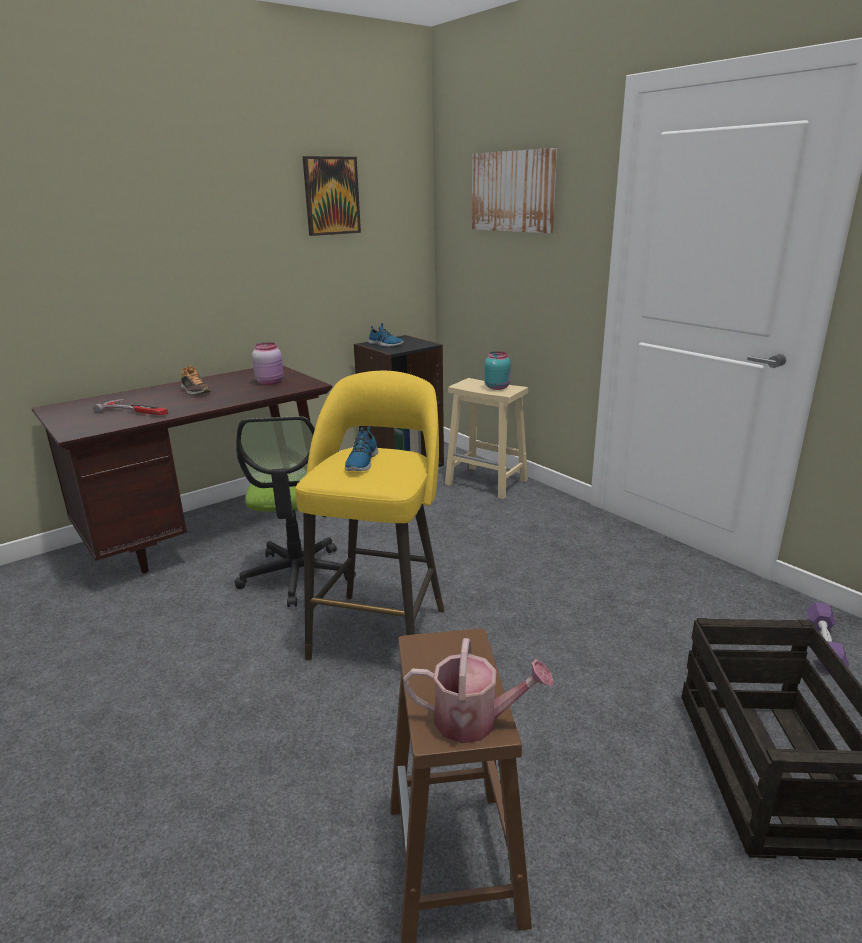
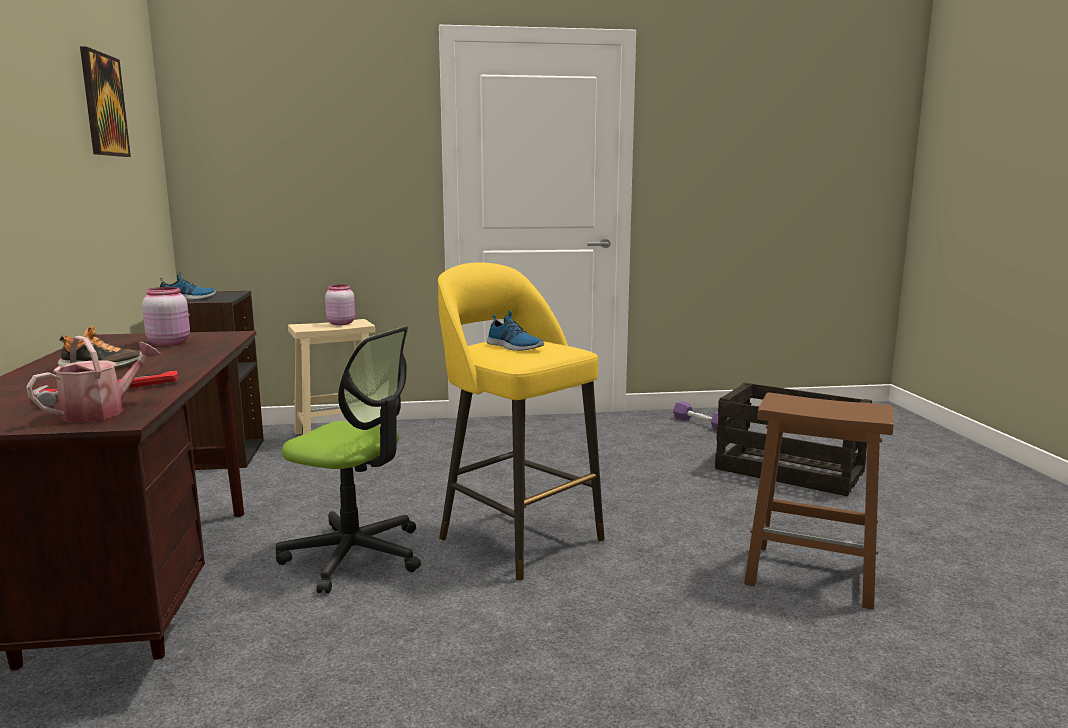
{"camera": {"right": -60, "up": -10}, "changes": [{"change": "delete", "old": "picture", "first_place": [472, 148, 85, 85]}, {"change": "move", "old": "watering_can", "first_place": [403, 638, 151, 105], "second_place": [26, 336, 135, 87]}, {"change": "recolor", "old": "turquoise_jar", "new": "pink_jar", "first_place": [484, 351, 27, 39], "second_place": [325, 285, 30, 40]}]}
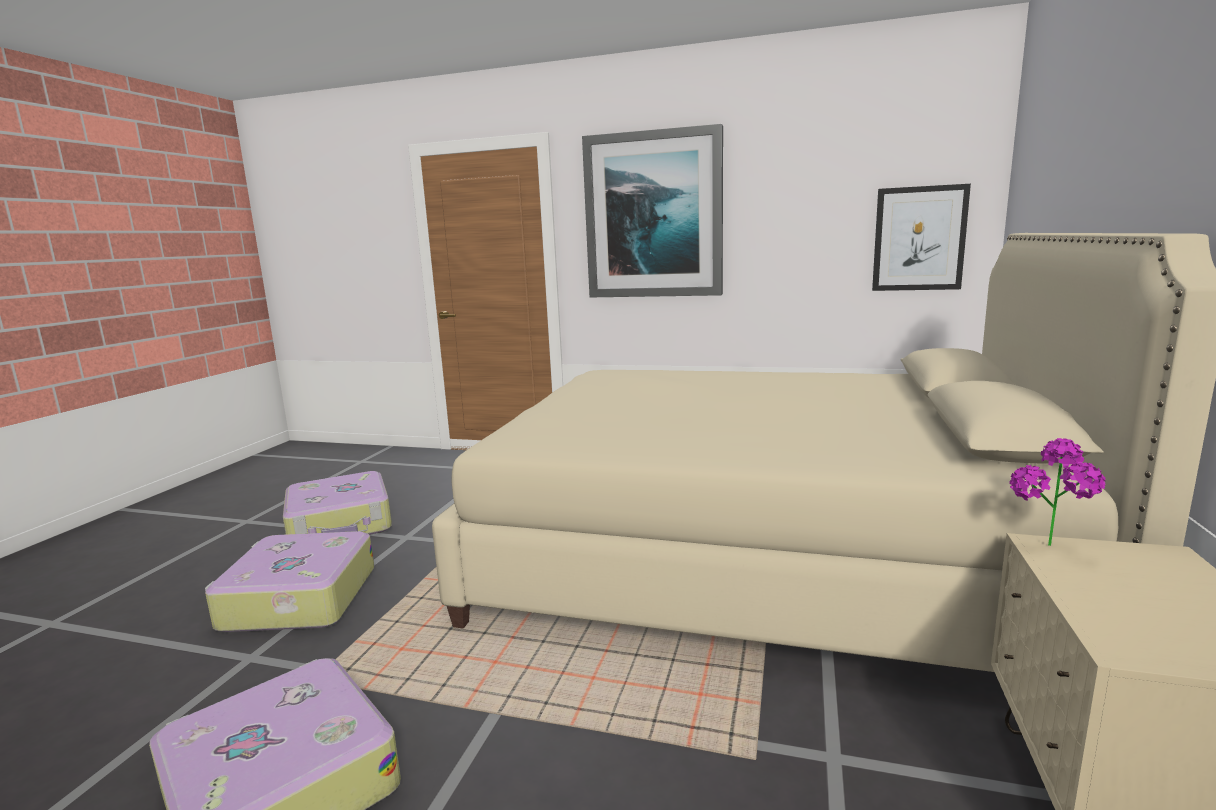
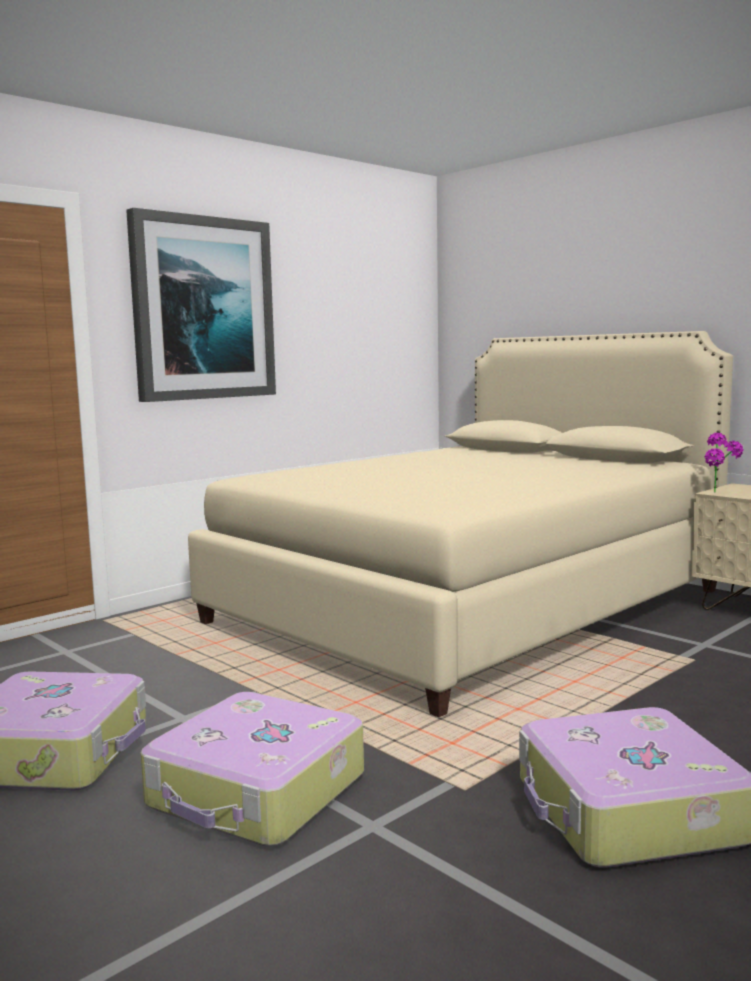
{"camera": {"right": -60, "up": -5}, "changes": [{"change": "delete", "old": "picture", "first_place": [872, 184, 99, 107]}]}
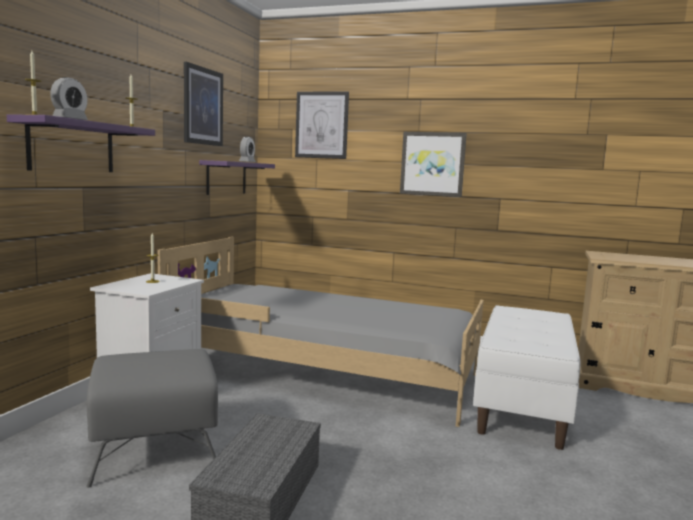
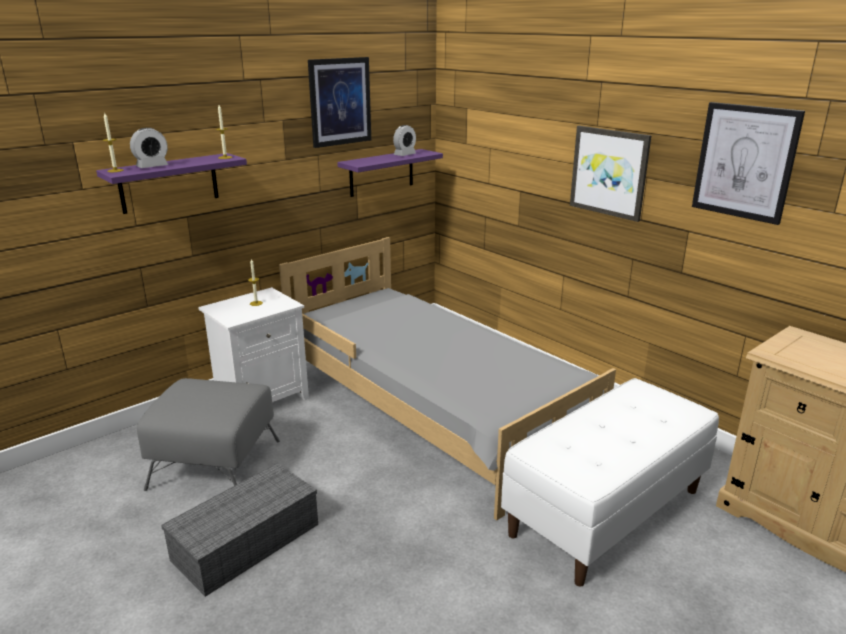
{"camera": {"right": 30, "up": 15}, "changes": [{"change": "move", "old": "picture", "first_place": [295, 91, 54, 68], "second_place": [692, 102, 113, 123]}]}
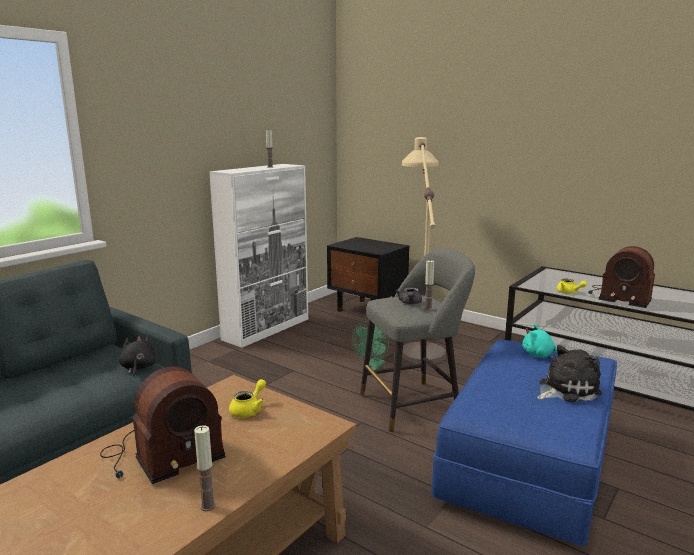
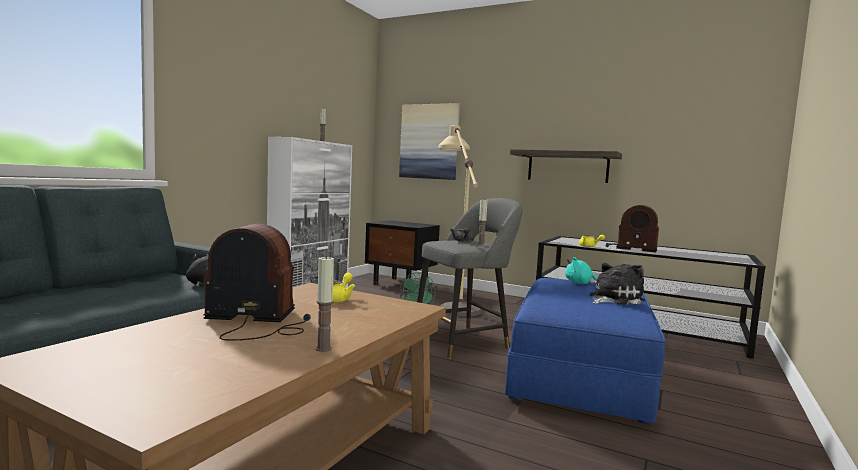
{"camera": {"right": -10, "up": -10}, "changes": [{"change": "insert", "new": "picture", "second_place": [399, 103, 61, 77]}, {"change": "insert", "new": "shelf", "second_place": [510, 149, 112, 34]}, {"change": "rotate", "old": "radio", "first_place": [100, 366, 126, 118], "second_place": [204, 224, 107, 117], "degrees": -135}]}
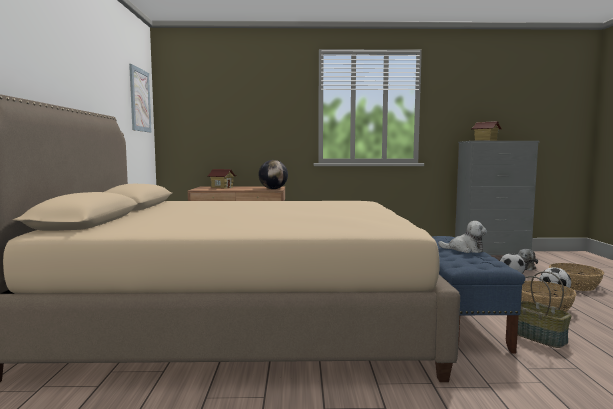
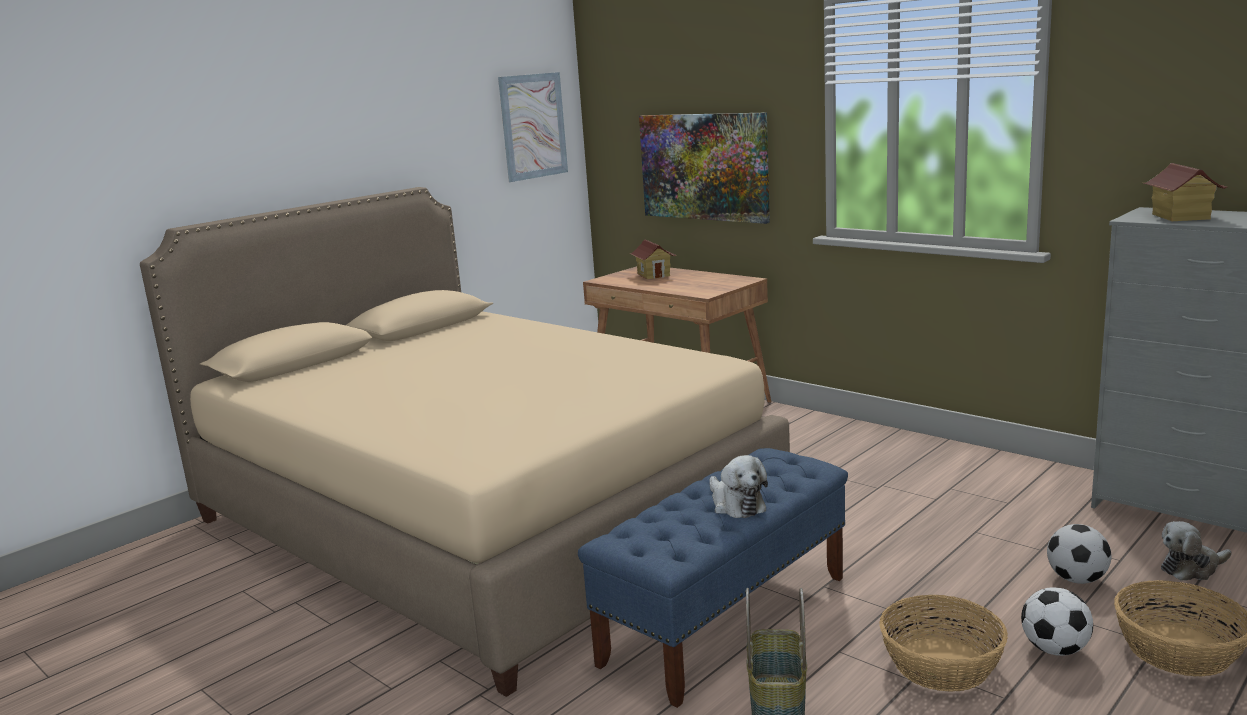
{"camera": {"right": 45, "up": 10}, "changes": [{"change": "delete", "old": "globe", "first_place": [258, 160, 30, 29]}, {"change": "insert", "new": "picture", "second_place": [639, 113, 131, 111]}]}
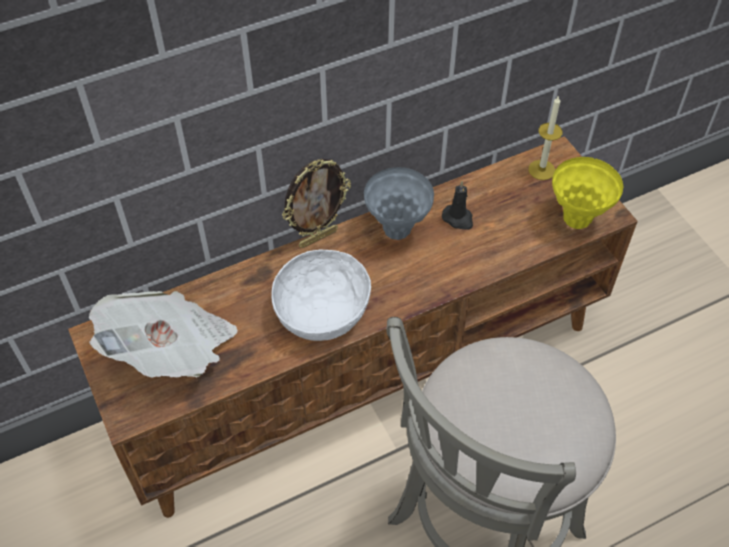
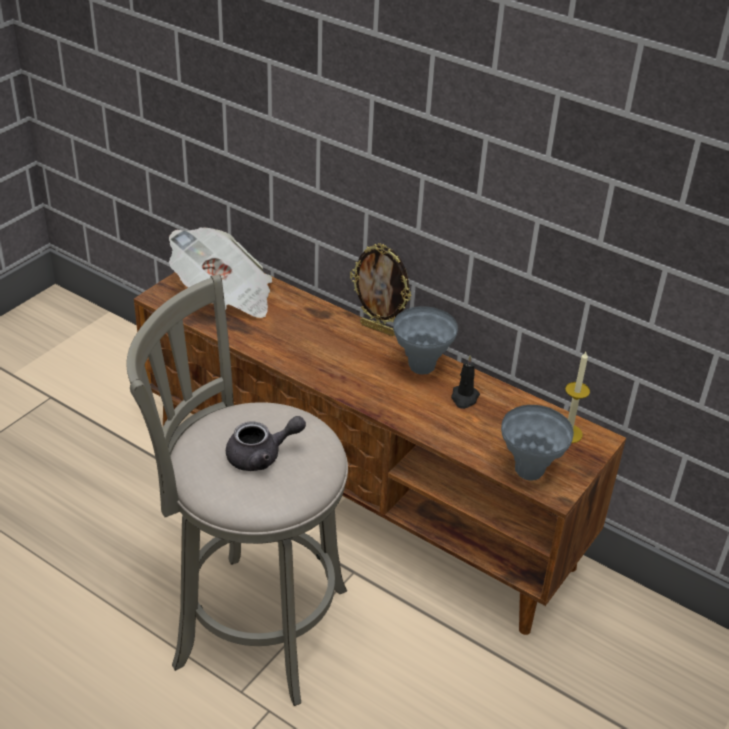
{"camera": {"right": 60, "up": -15}, "changes": [{"change": "delete", "old": "white_bowl", "first_place": [271, 250, 100, 91]}, {"change": "insert", "new": "grey_teapot", "second_place": [226, 416, 80, 55]}, {"change": "recolor", "old": "yellow_vase", "new": "grey_vase", "first_place": [552, 157, 71, 72], "second_place": [501, 405, 73, 76]}]}
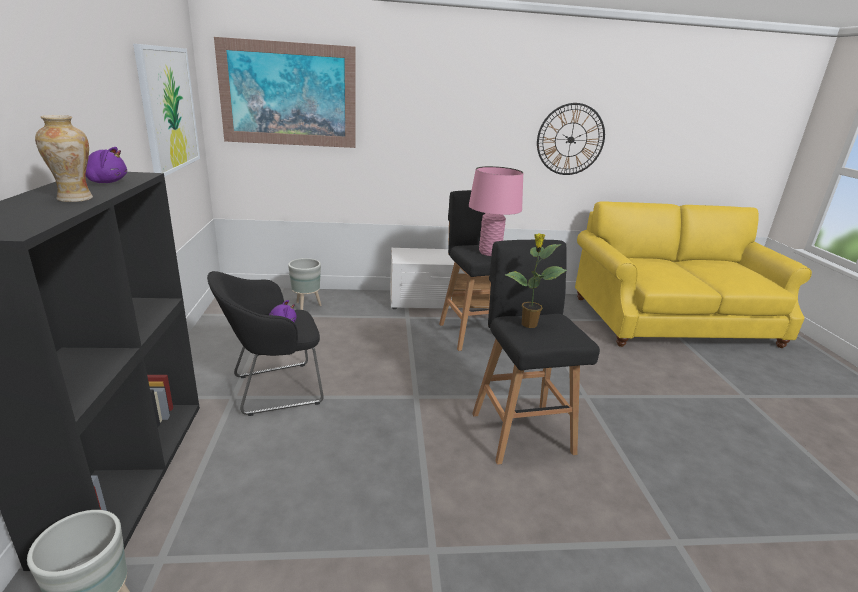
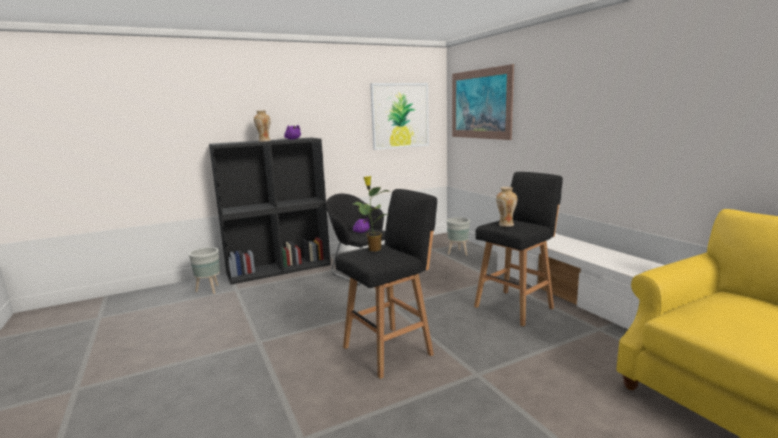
{"camera": {"right": 70, "up": -10}, "changes": [{"change": "delete", "old": "wall_clock", "first_place": [537, 103, 68, 72]}, {"change": "replace", "old": "pink_table_lamp", "new": "vase", "first_place": [469, 166, 54, 90], "second_place": [496, 187, 21, 40]}]}
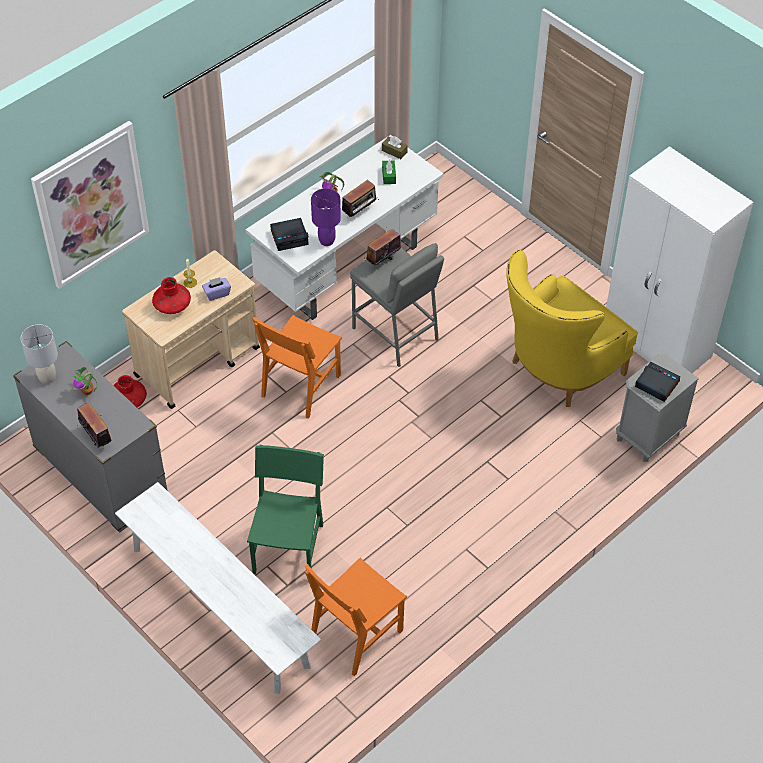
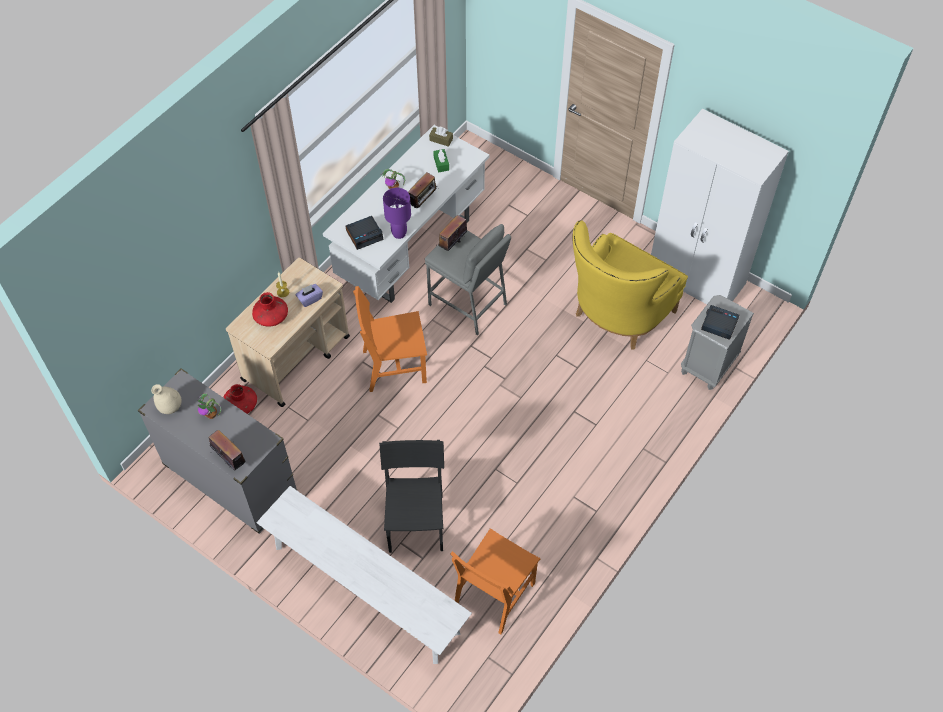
{"camera": {"right": -10, "up": 5}, "changes": [{"change": "delete", "old": "picture", "first_place": [31, 121, 118, 168]}, {"change": "replace", "old": "grey_table_lamp", "new": "beige_vase", "first_place": [21, 324, 37, 60], "second_place": [151, 384, 31, 30]}, {"change": "recolor", "old": "green_chair", "new": "black_chair", "first_place": [247, 445, 77, 137], "second_place": [379, 440, 65, 113]}, {"change": "rotate", "old": "orange_chair", "first_place": [253, 315, 89, 104], "second_place": [353, 286, 74, 106], "degrees": 60}]}
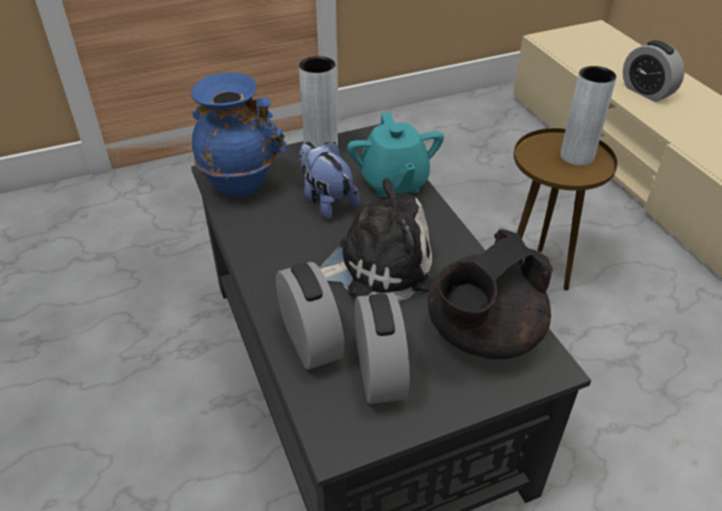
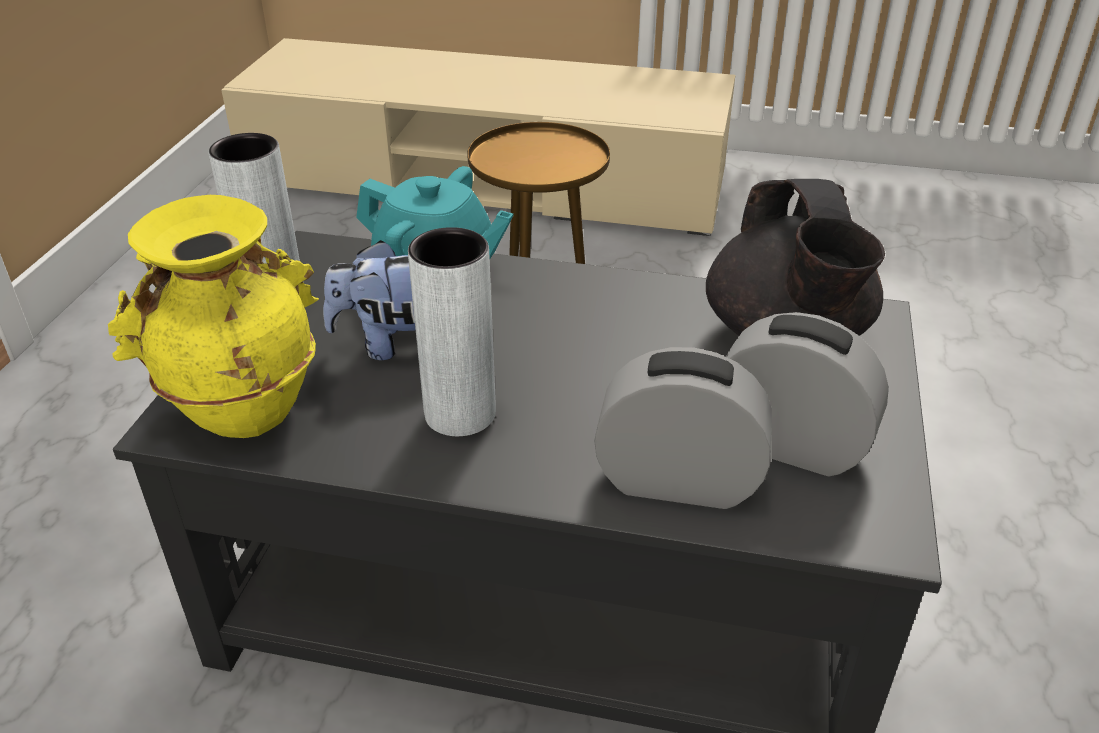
{"camera": {"right": -55, "up": -5}, "changes": [{"change": "delete", "old": "plush_toy", "first_place": [319, 179, 114, 122]}, {"change": "delete", "old": "alarm_clock", "first_place": [623, 40, 61, 62]}, {"change": "move", "old": "grey_vase", "first_place": [560, 66, 57, 100], "second_place": [408, 227, 88, 209]}, {"change": "recolor", "old": "blue_vase", "new": "yellow_vase", "first_place": [191, 72, 95, 125], "second_place": [108, 195, 211, 243]}]}
